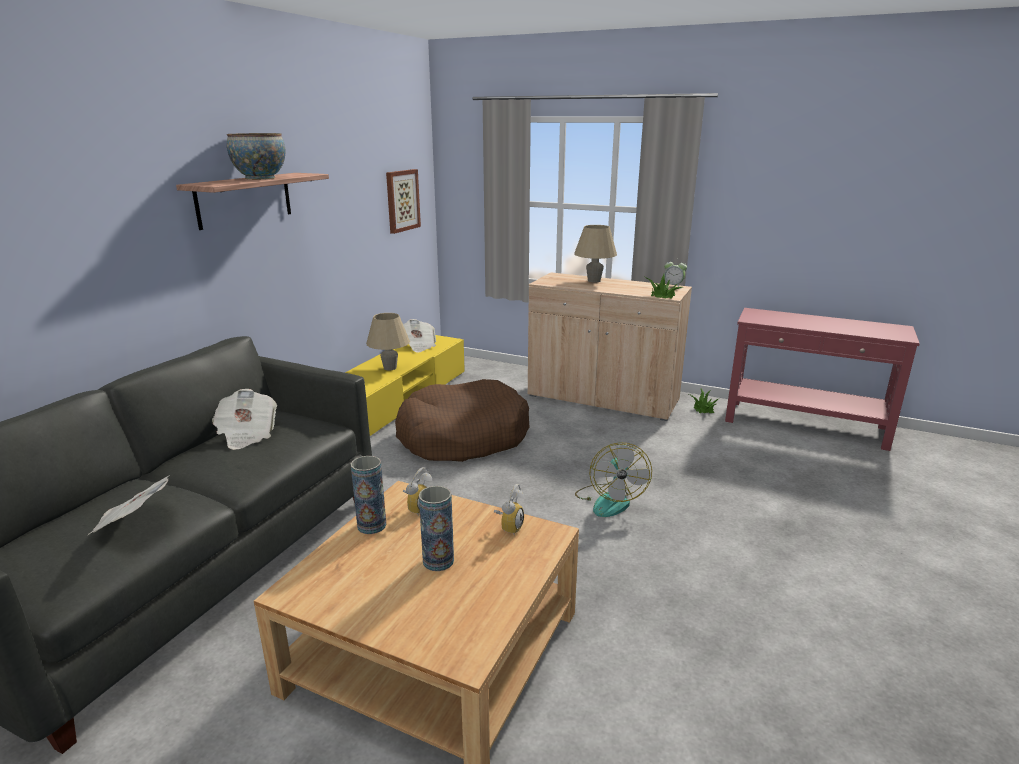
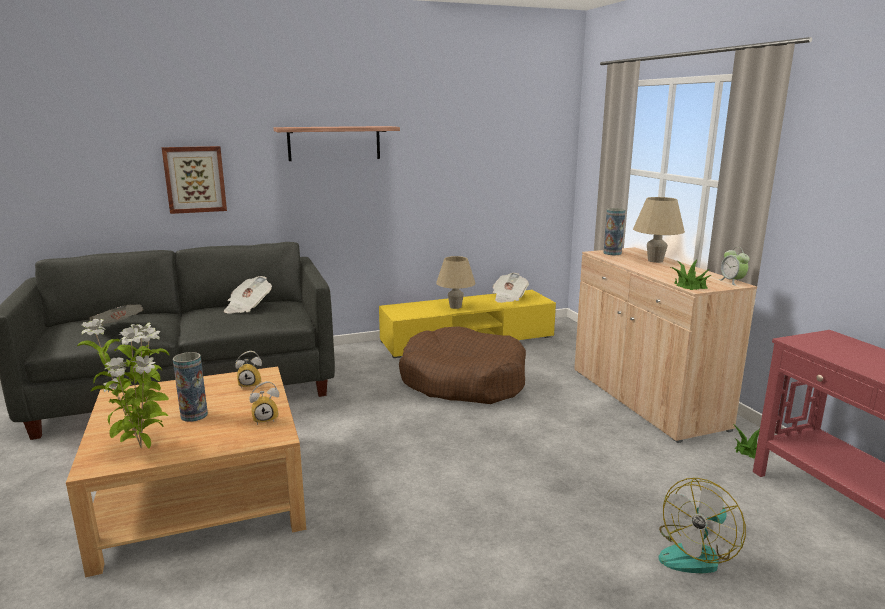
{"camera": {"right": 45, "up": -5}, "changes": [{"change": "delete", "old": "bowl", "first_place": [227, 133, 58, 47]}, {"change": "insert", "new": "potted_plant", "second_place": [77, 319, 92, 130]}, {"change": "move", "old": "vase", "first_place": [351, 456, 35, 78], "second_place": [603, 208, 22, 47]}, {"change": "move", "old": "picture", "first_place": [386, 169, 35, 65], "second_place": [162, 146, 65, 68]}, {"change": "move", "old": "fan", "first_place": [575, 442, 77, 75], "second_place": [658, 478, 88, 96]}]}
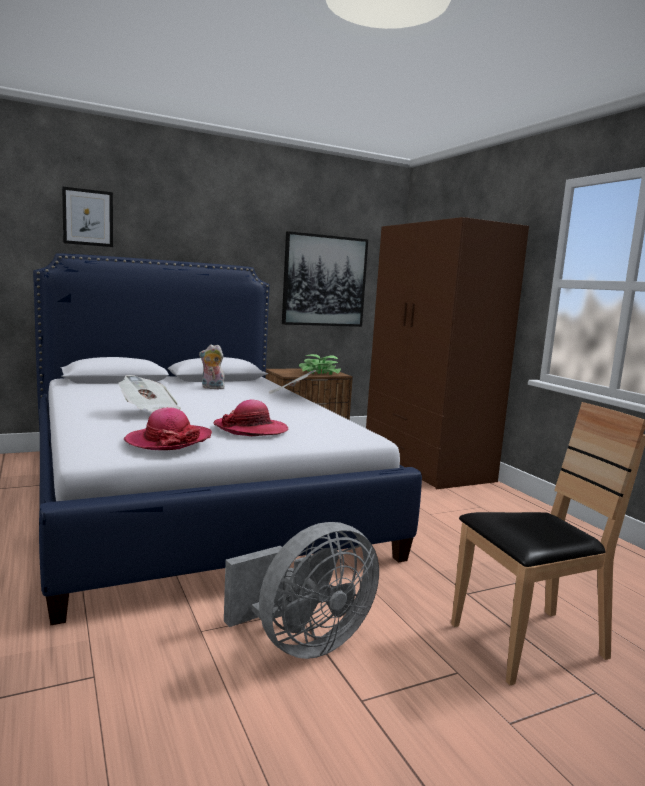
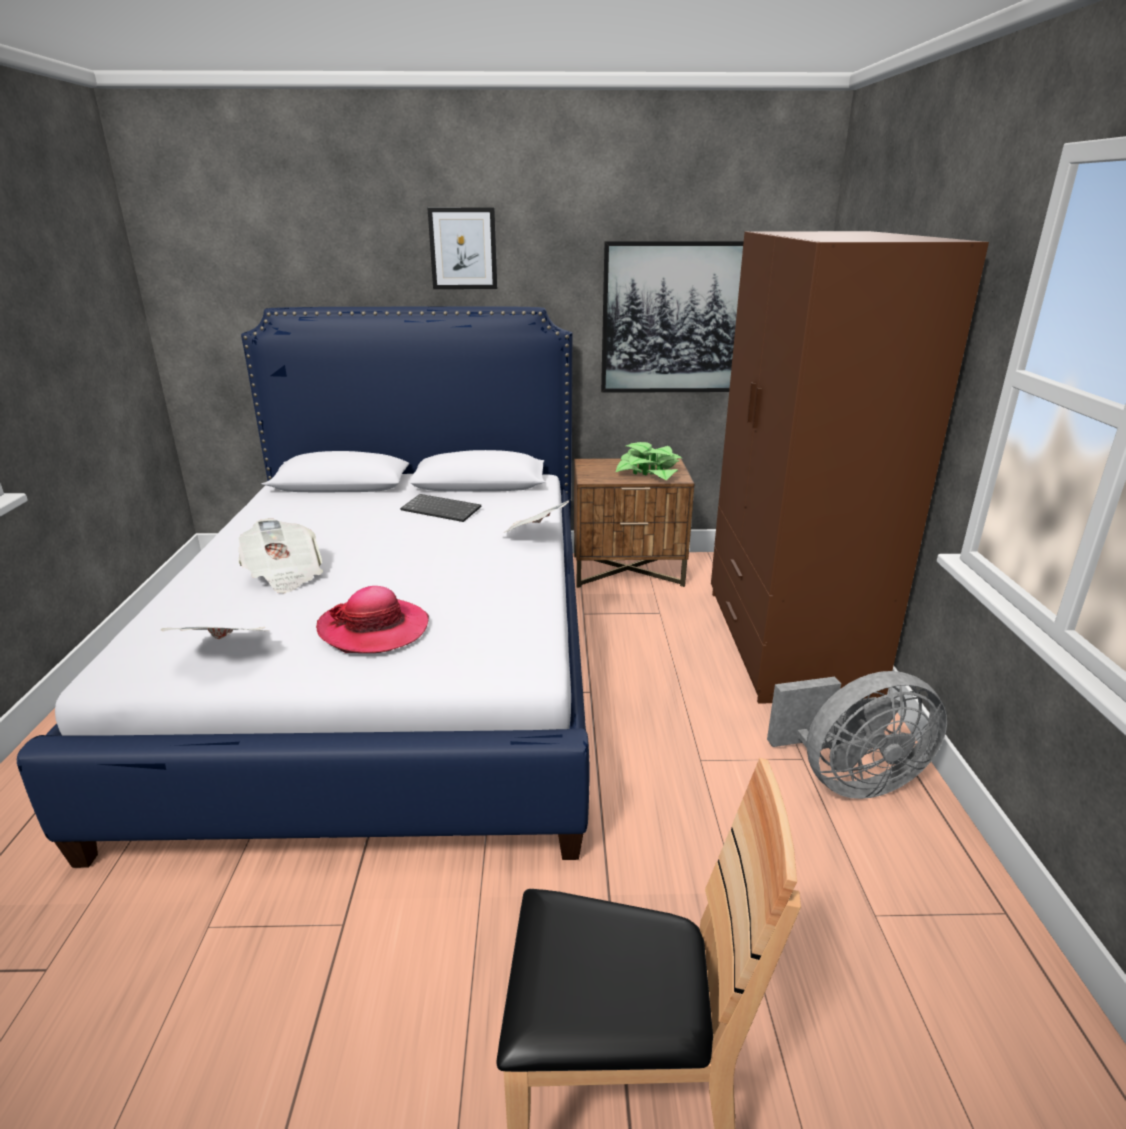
{"camera": {"right": 25, "up": 15}, "changes": [{"change": "move", "old": "picture", "first_place": [62, 186, 51, 61], "second_place": [428, 208, 69, 81]}, {"change": "move", "old": "grey_fan", "first_place": [224, 522, 155, 137], "second_place": [767, 671, 180, 128]}, {"change": "replace", "old": "hat", "new": "newspaper", "first_place": [124, 407, 88, 43], "second_place": [160, 627, 110, 12]}, {"change": "replace", "old": "plush_toy", "new": "keyboard", "first_place": [199, 344, 28, 45], "second_place": [400, 494, 82, 28]}]}
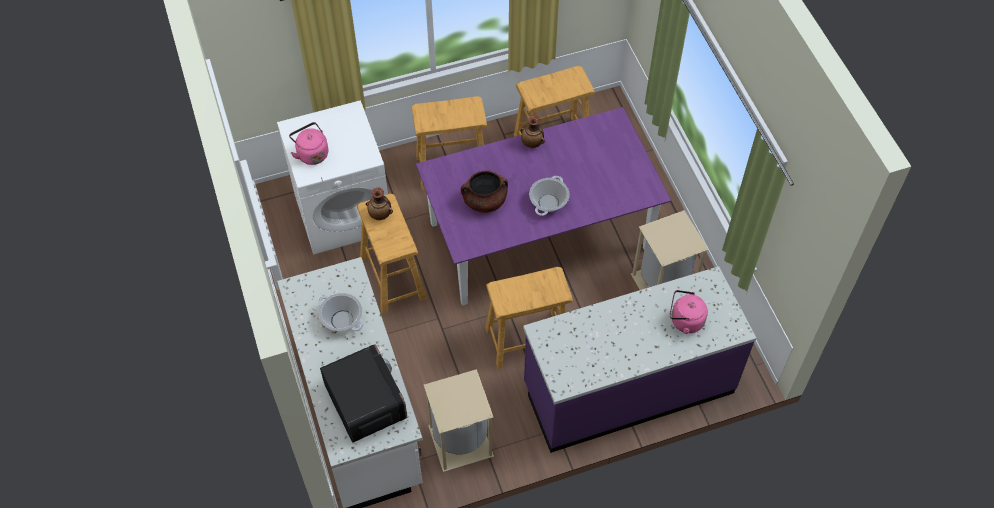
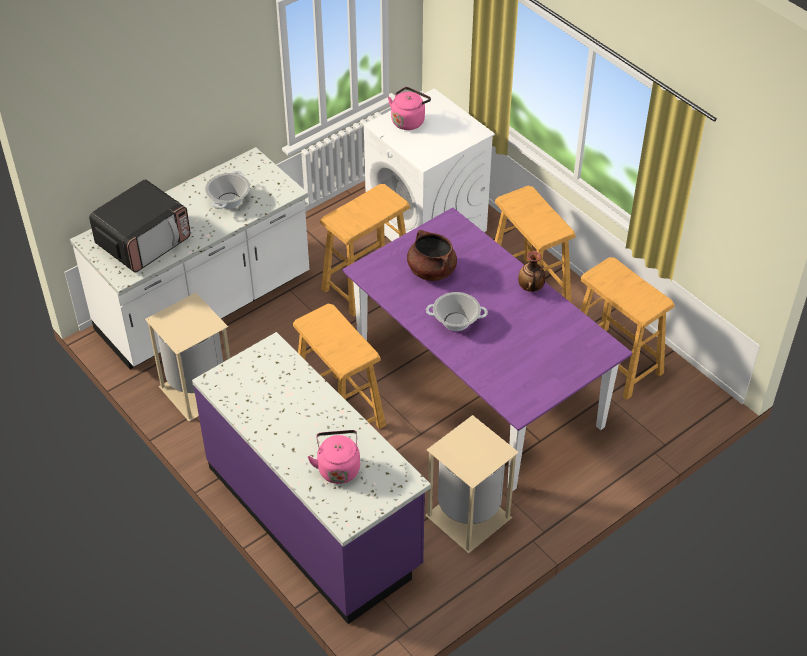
{"camera": {"right": 70, "up": -10}, "changes": [{"change": "delete", "old": "vase", "first_place": [366, 188, 27, 32]}]}
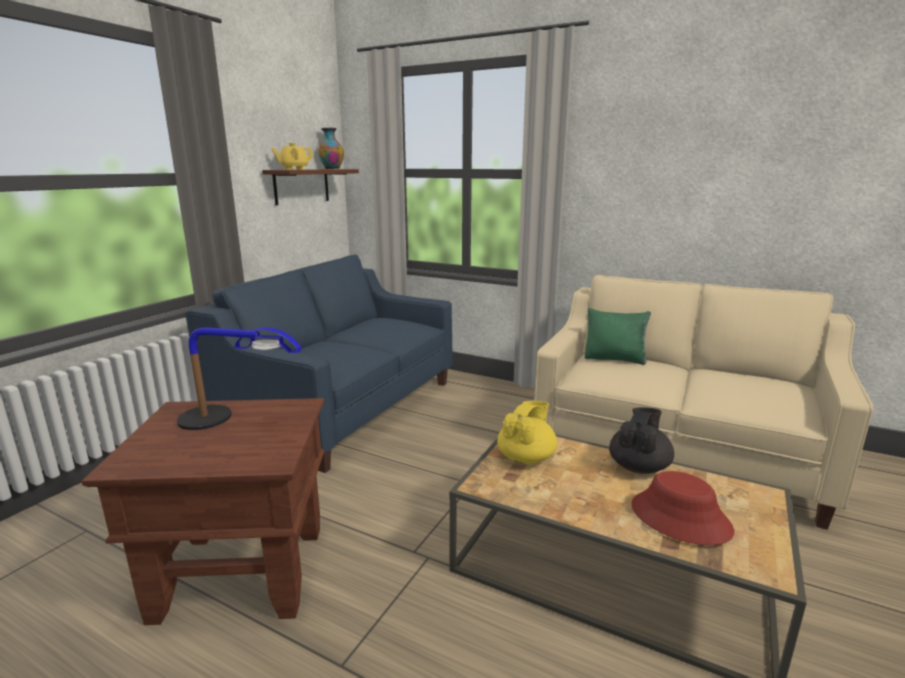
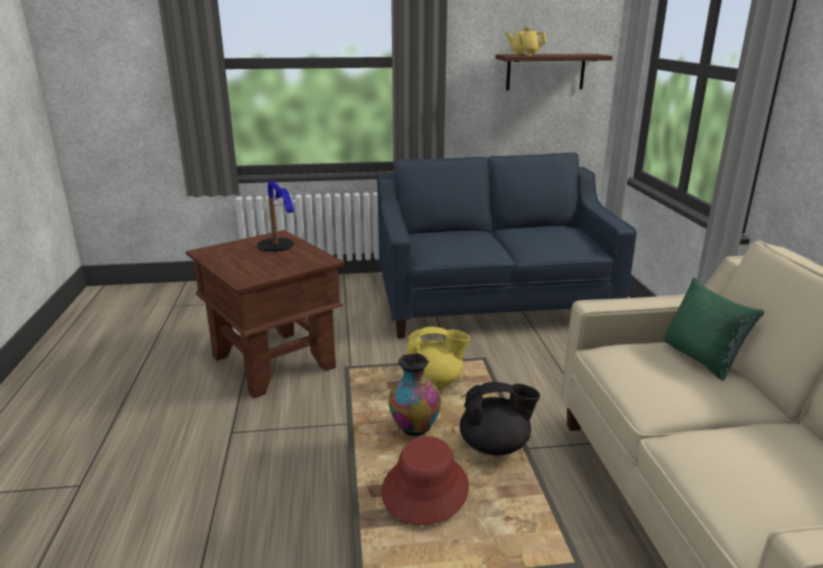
{"camera": {"right": 55, "up": 5}, "changes": [{"change": "move", "old": "vase", "first_place": [318, 128, 26, 41], "second_place": [389, 353, 52, 84]}]}
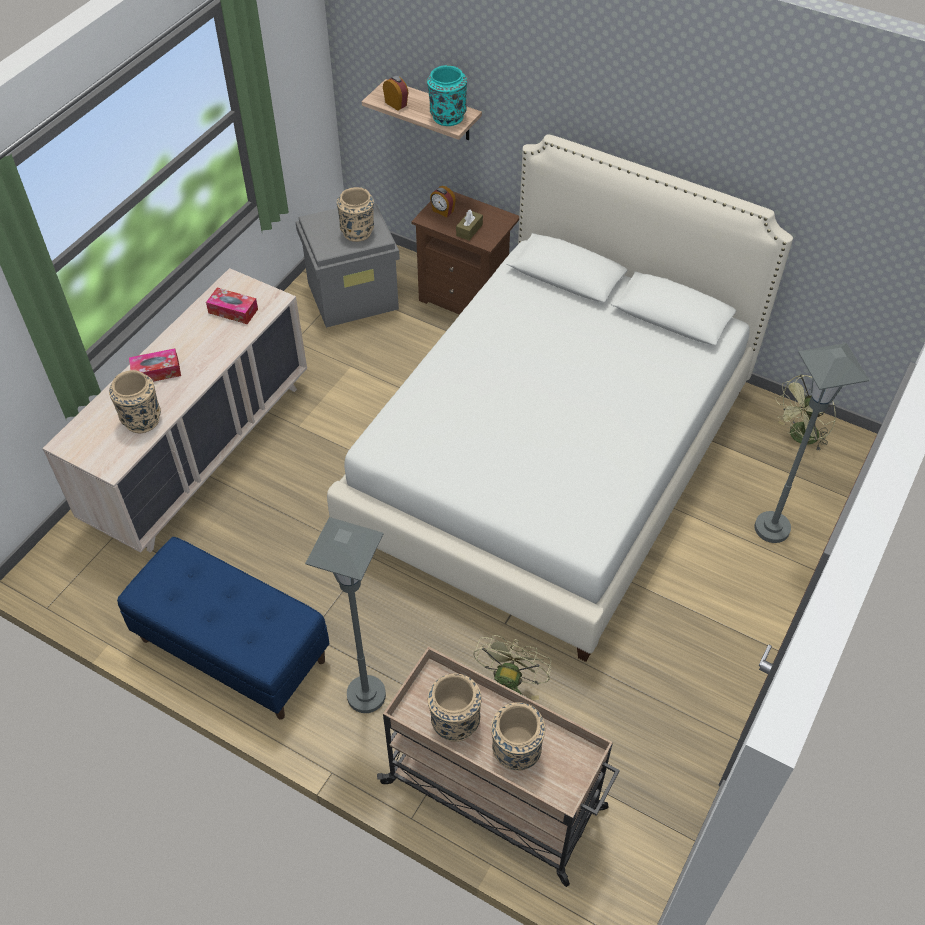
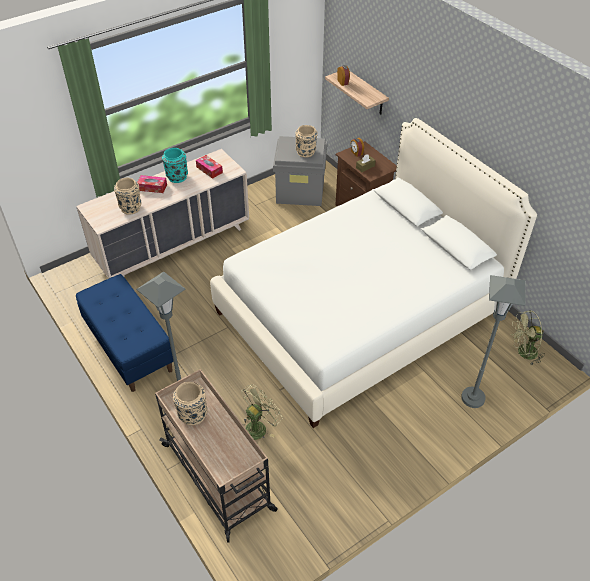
{"camera": {"right": 25, "up": -5}, "changes": [{"change": "delete", "old": "beige_vase", "first_place": [491, 702, 54, 69]}, {"change": "move", "old": "turquoise_vase", "first_place": [427, 65, 40, 61], "second_place": [162, 148, 26, 35]}]}
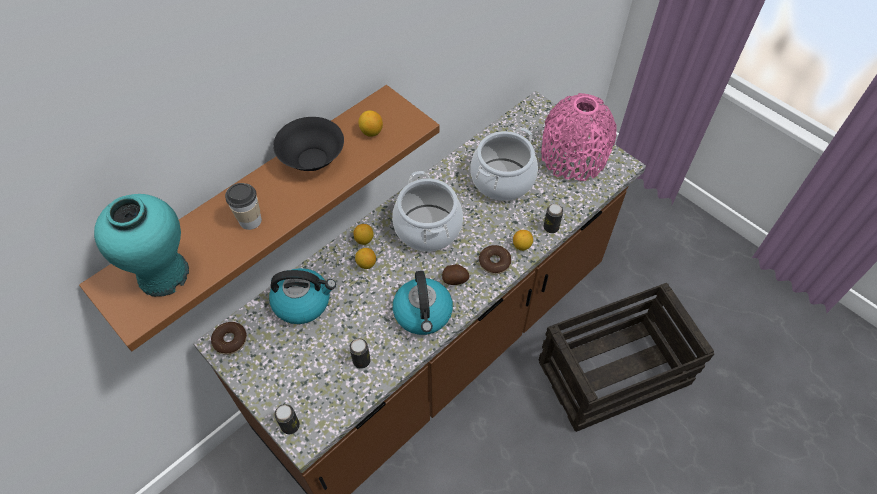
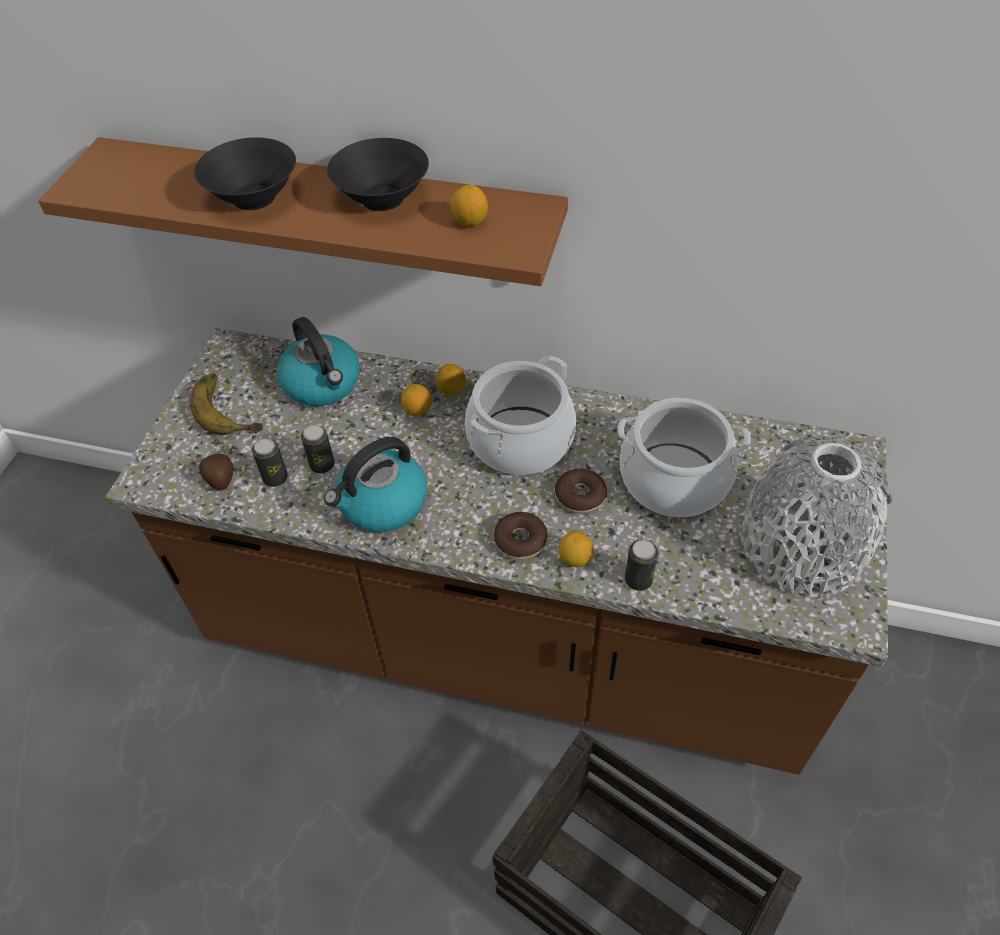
{"camera": {"right": 60, "up": -5}, "changes": [{"change": "delete", "old": "turquoise_vase", "first_place": [94, 194, 95, 103]}, {"change": "insert", "new": "banana", "second_place": [190, 373, 73, 62]}, {"change": "move", "old": "donut", "first_place": [211, 322, 36, 33], "second_place": [555, 468, 52, 45]}, {"change": "move", "old": "can", "first_place": [274, 404, 26, 30], "second_place": [301, 425, 34, 48]}, {"change": "move", "old": "potato", "first_place": [442, 264, 28, 21], "second_place": [199, 454, 35, 36]}, {"change": "replace", "old": "cup", "new": "black_bowl", "first_place": [225, 183, 37, 47], "second_place": [194, 137, 102, 73]}, {"change": "recolor", "old": "pink_vase", "new": "grey_vase", "first_place": [541, 93, 76, 88], "second_place": [741, 436, 152, 161]}]}
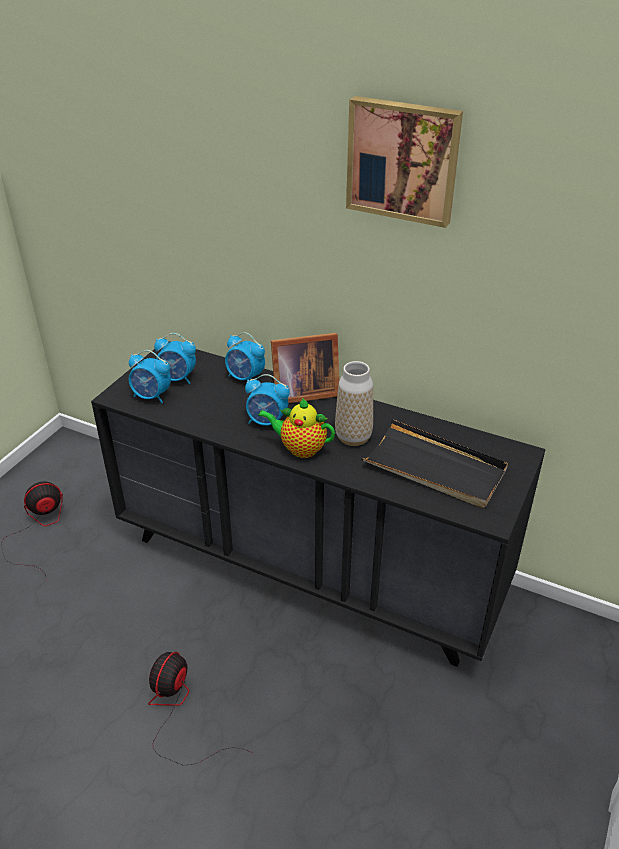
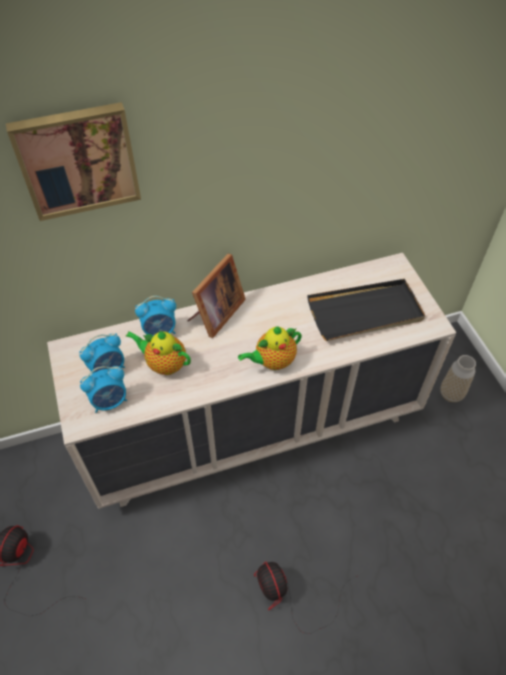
{"camera": {"right": -45, "up": 15}, "changes": [{"change": "delete", "old": "alarm_clock", "first_place": [245, 374, 45, 52]}, {"change": "insert", "new": "teapot", "second_place": [126, 330, 65, 45]}, {"change": "move", "old": "vase", "first_place": [335, 361, 38, 85], "second_place": [440, 355, 36, 47]}, {"change": "move", "old": "picture", "first_place": [346, 96, 117, 132], "second_place": [6, 102, 135, 119]}, {"change": "recolor", "old": "black_dresser", "new": "beige_dresser", "first_place": [91, 341, 454, 326], "second_place": [47, 253, 409, 256]}]}
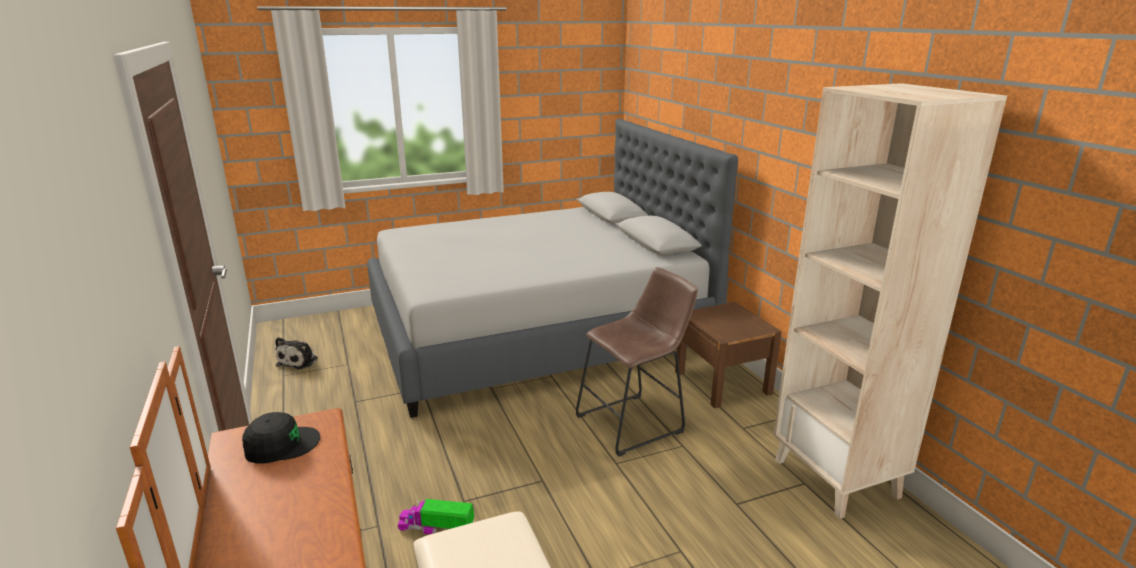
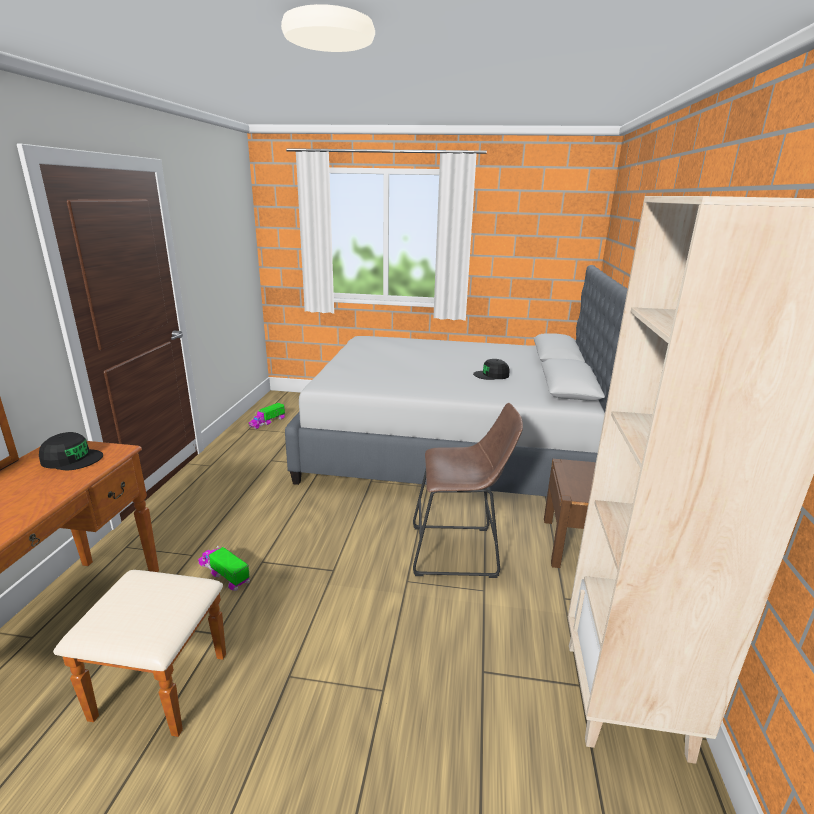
{"camera": {"right": 30, "up": 0}, "changes": [{"change": "insert", "new": "black_cap", "second_place": [473, 359, 37, 21]}, {"change": "replace", "old": "plush_toy", "new": "toy_truck", "first_place": [275, 337, 43, 32], "second_place": [248, 403, 37, 26]}]}
